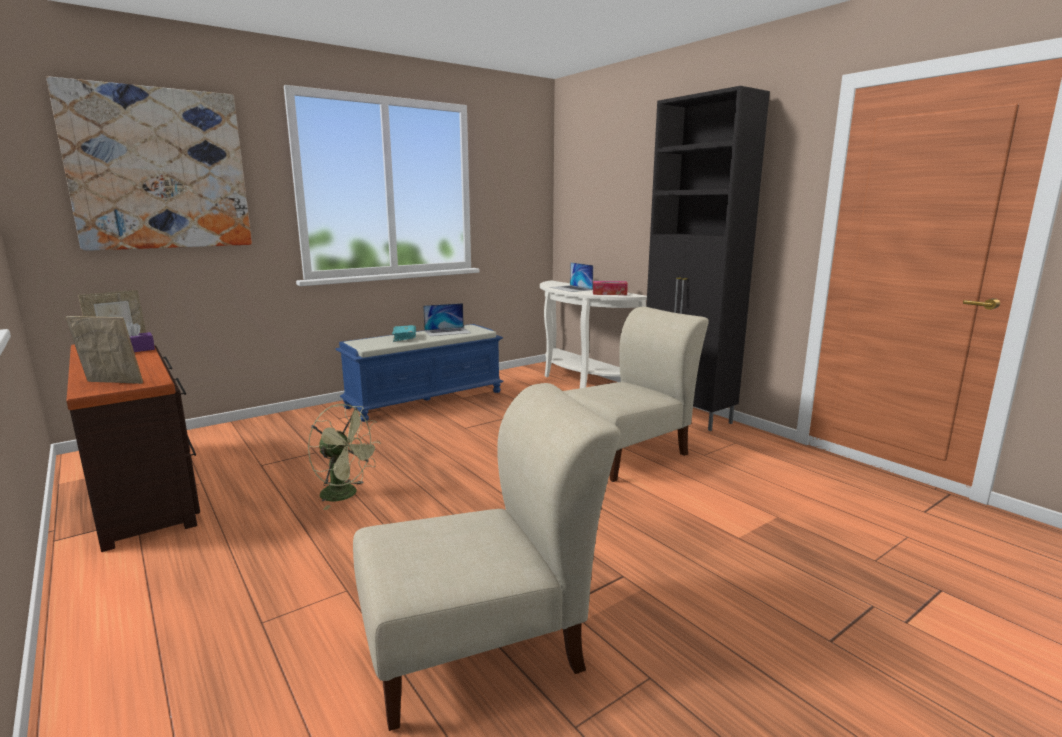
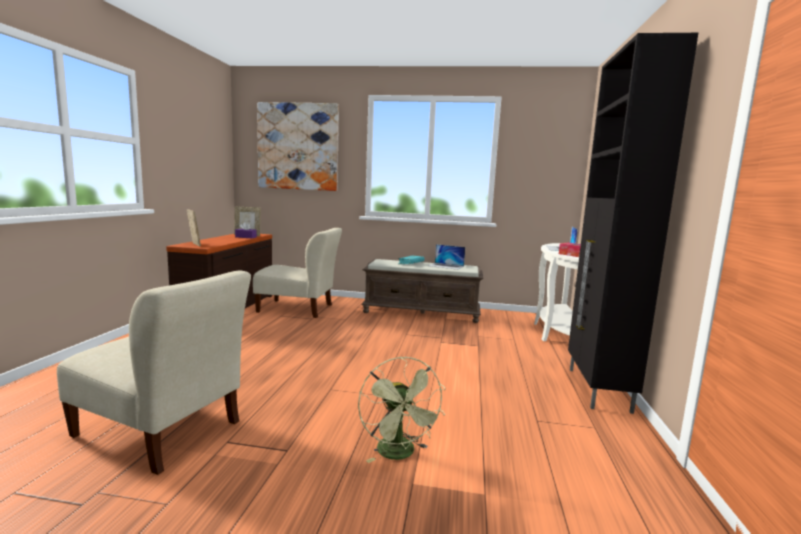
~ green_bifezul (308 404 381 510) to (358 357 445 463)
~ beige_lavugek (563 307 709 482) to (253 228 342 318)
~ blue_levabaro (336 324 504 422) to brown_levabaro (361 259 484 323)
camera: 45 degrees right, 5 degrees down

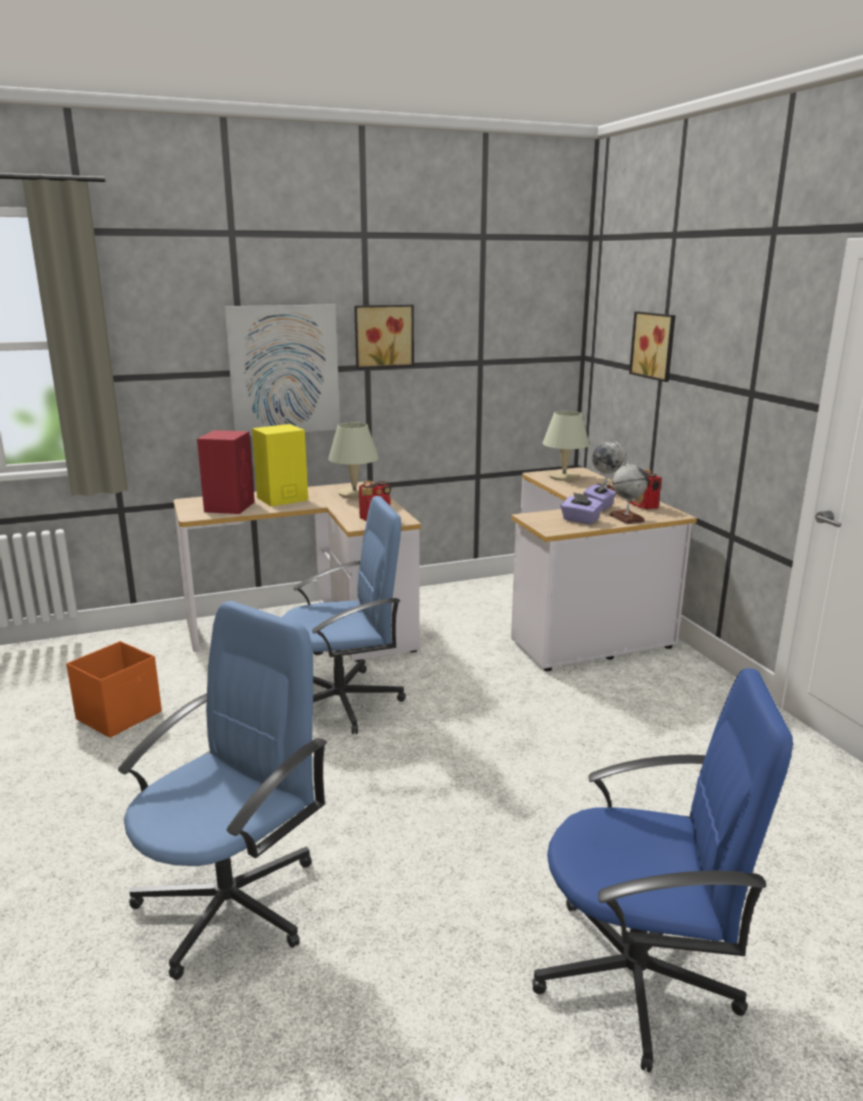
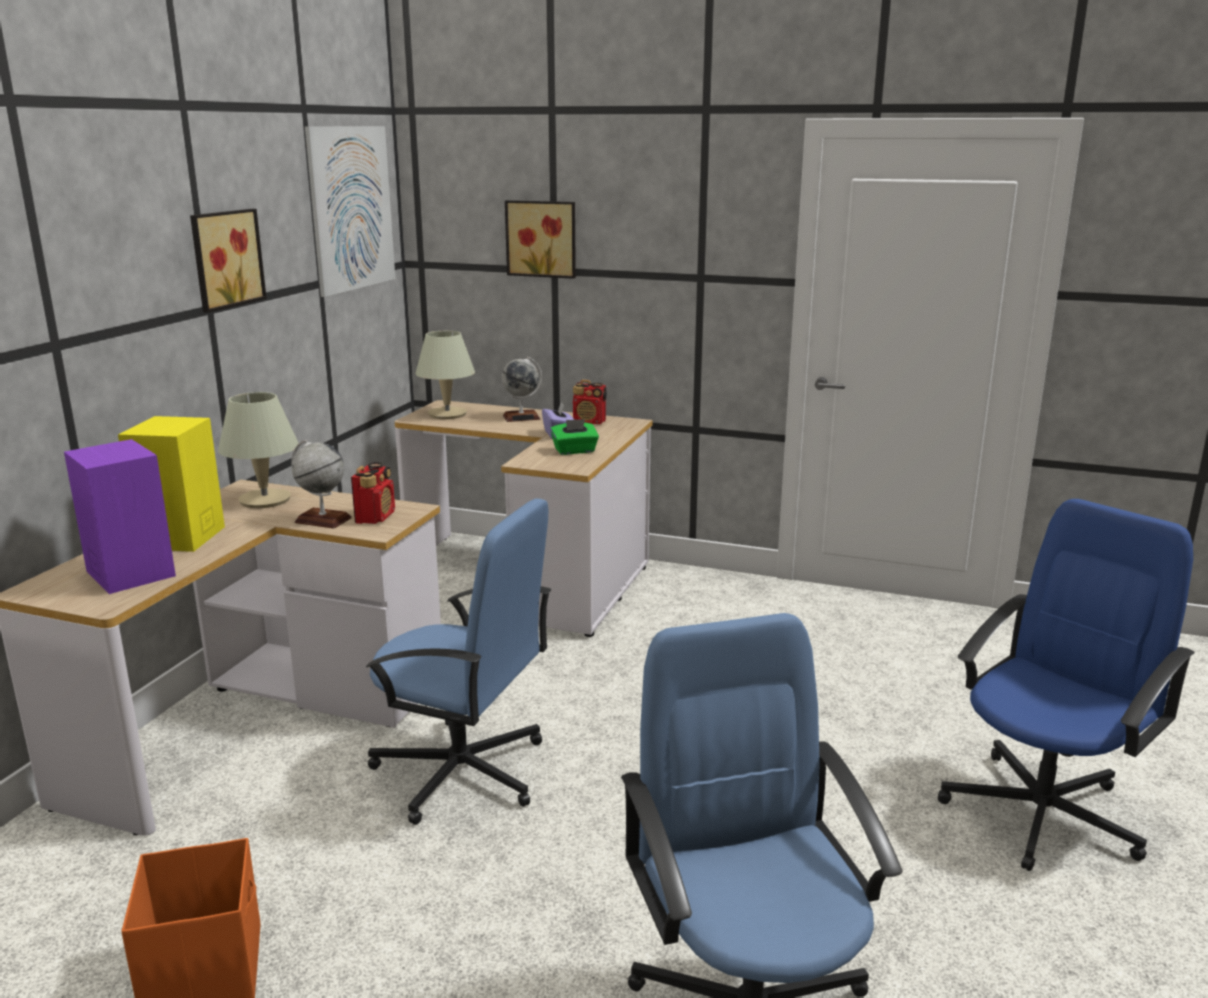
~ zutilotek (225 304 340 436) to (305 126 395 297)
~ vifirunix (609 461 648 524) to (291 439 352 529)
~ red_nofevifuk (197 430 255 514) to purple_nofevifuk (64 439 176 594)
~ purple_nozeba (560 492 603 524) to green_nozeba (550 419 599 455)
~ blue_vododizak (282 496 406 734) = (366 499 552 825) 90 degrees clockwise
camera: 50 degrees left, 0 degrees up

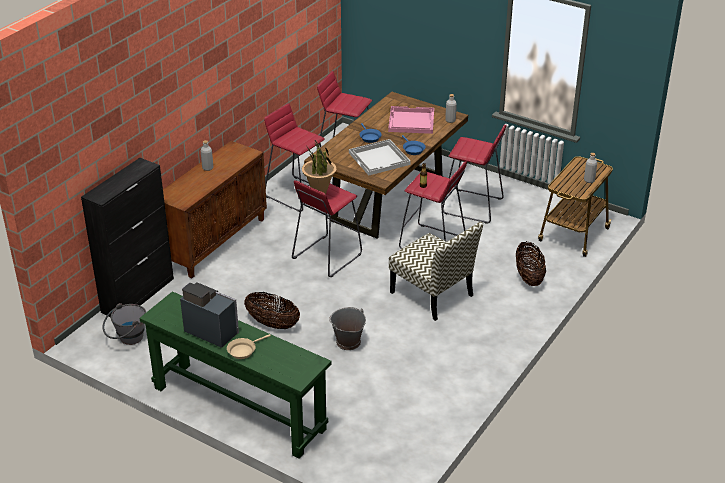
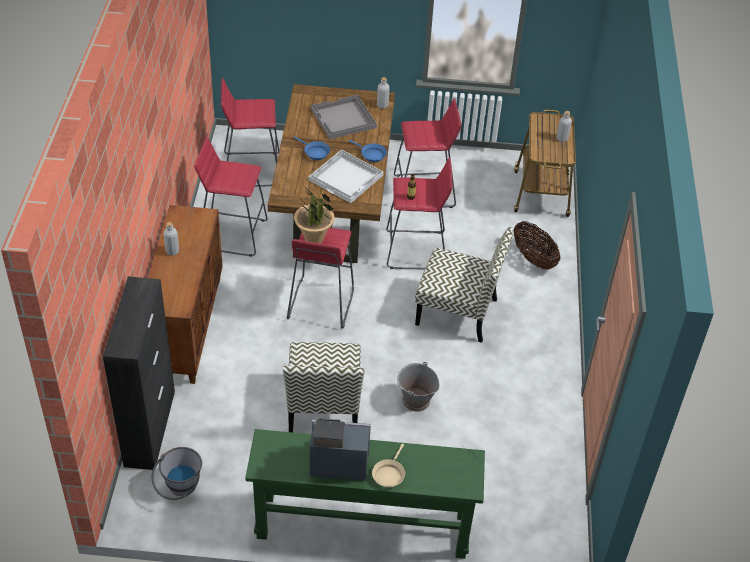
~ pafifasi (244 292 300 329) to lavugek (283 342 365 432)
~ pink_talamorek (388 106 434 134) to grey_talamorek (311 94 377 139)
camera: 30 degrees left, 10 degrees up

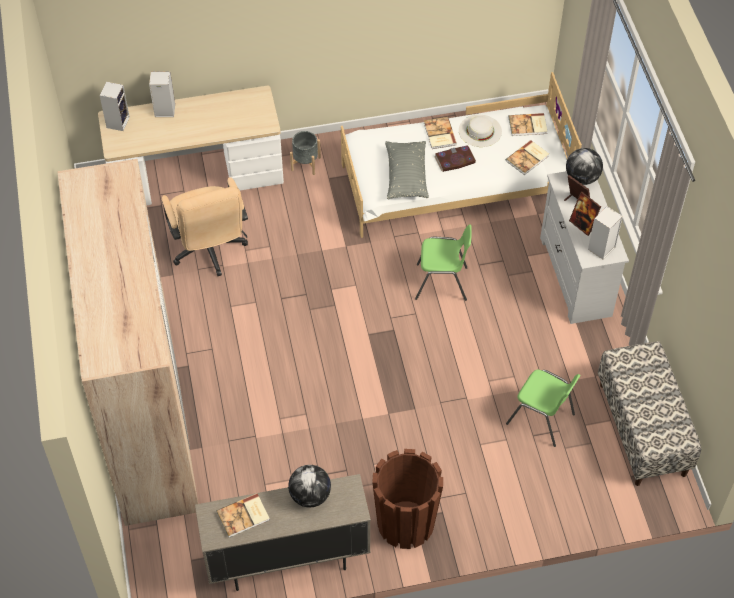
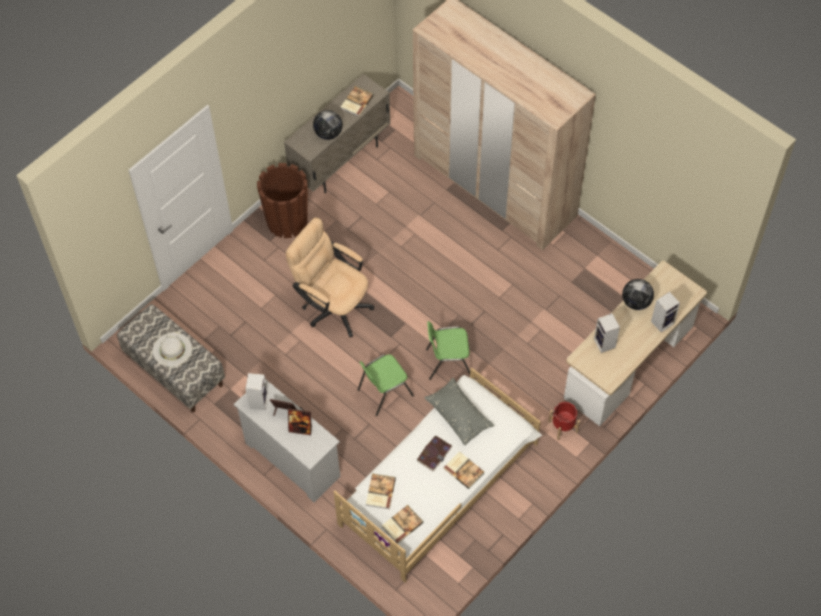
~ nofevifuk (100 82 130 131) to (594 313 620 353)
~ beige_vododizak (162 177 248 276) to (286 218 374 337)
~ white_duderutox (459 115 502 147) to (153 332 192 367)
~ green_lavugek (506 369 580 447) to (426 321 470 380)
~ vifirunix (566 148 603 185) to (622 279 654 310)
~ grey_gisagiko (290 131 321 175) to red_gisagiko (548 402 580 440)
camera: 145 degrees right, 5 degrees up

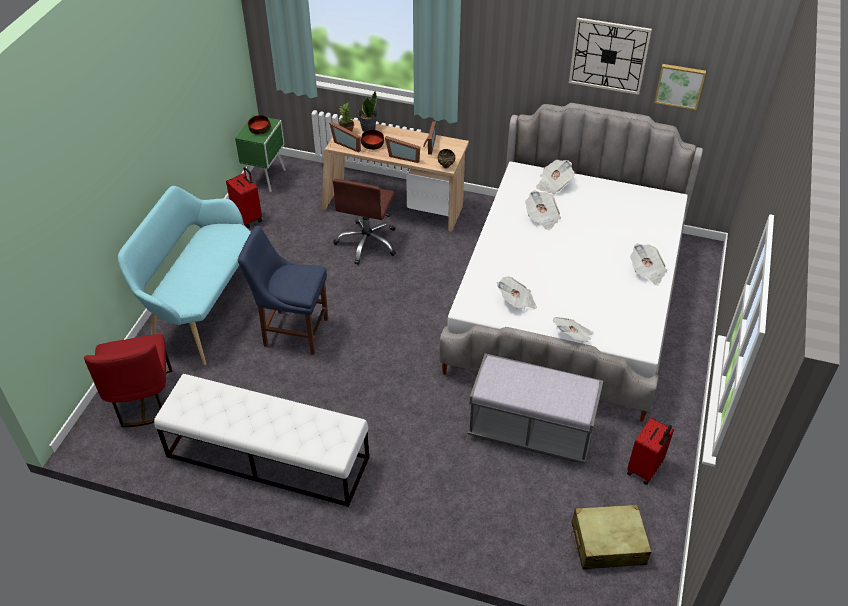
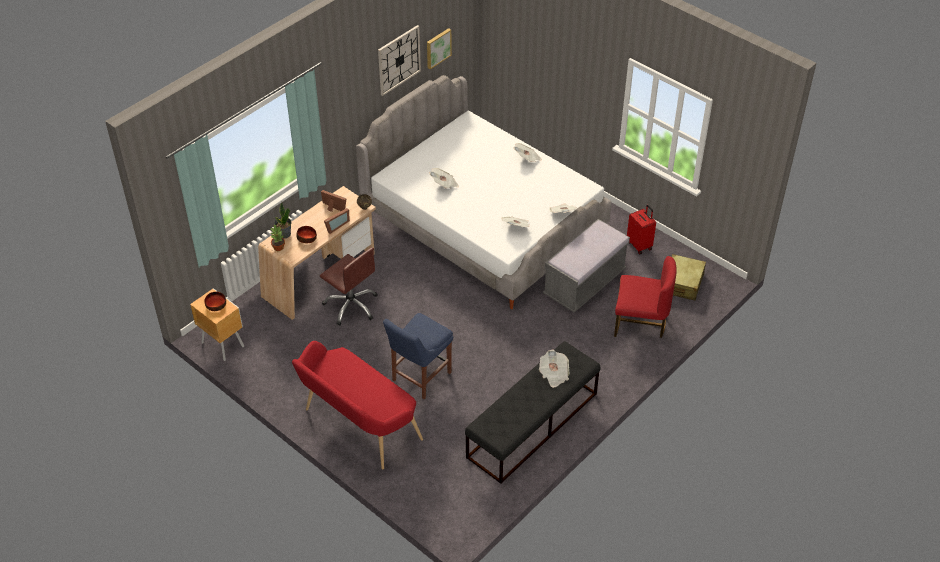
- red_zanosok (226 167 262 228)
- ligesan (329 121 361 153)
~ red_lavugek (84 334 172 427) to (614 256 676 338)
~ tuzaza (536 160 575 194) to (539 350 569 388)
~ turquoise_levabaro (118 186 251 365) to red_levabaro (292 341 423 470)
~ white_levabaro (154 374 369 507) to black_levabaro (465 341 601 484)
~ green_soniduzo (235 115 286 192) to brown_soniduzo (190 288 244 361)
camera: 65 degrees left, 0 degrees up

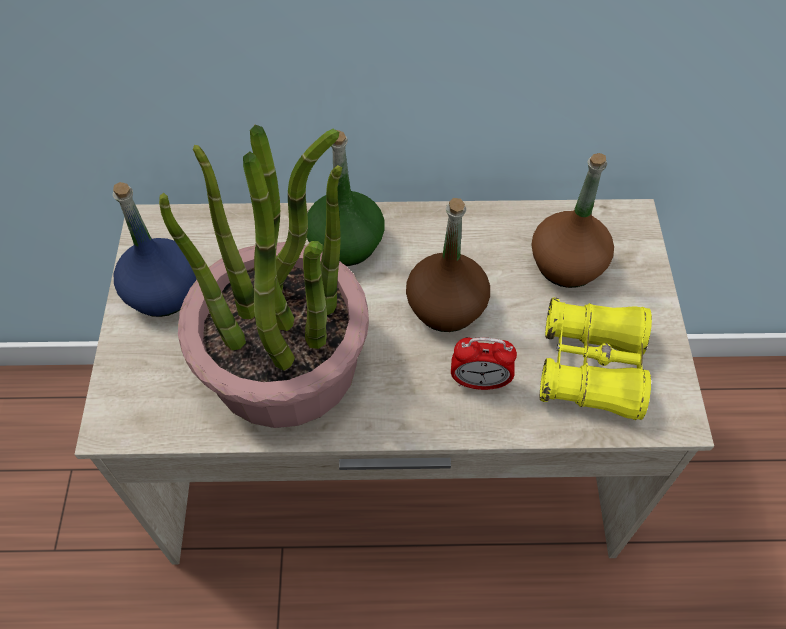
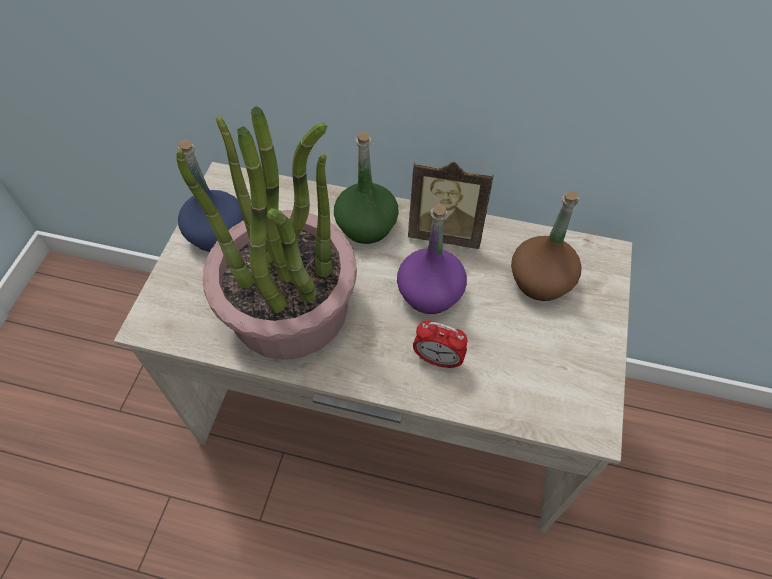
- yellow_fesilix (540 297 652 420)
+ ligesan (408 162 494 249)
~ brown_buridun (406 198 490 332) to purple_buridun (397 203 467 314)
camera: 15 degrees right, 0 degrees up

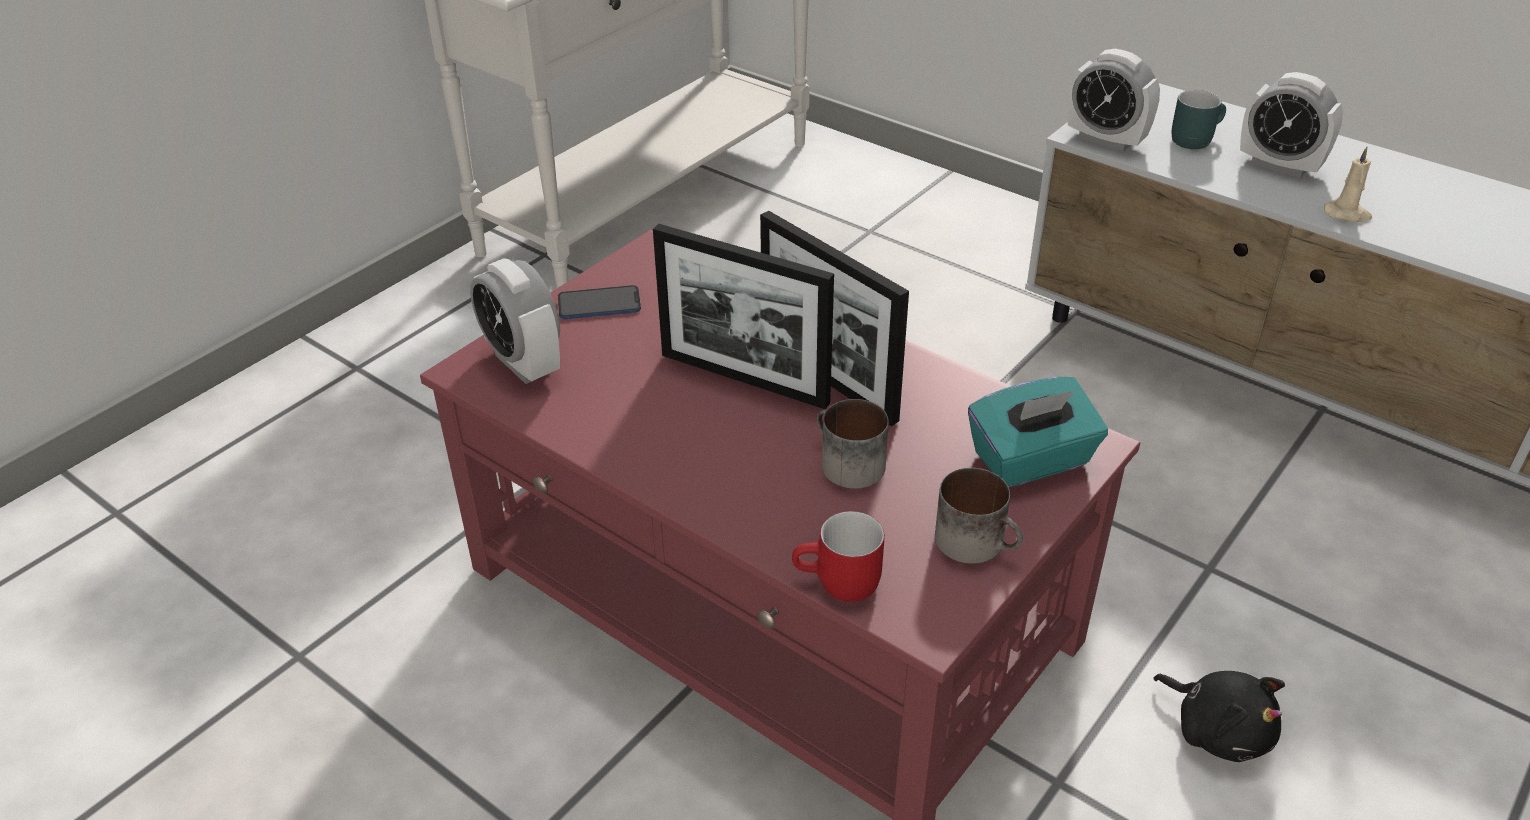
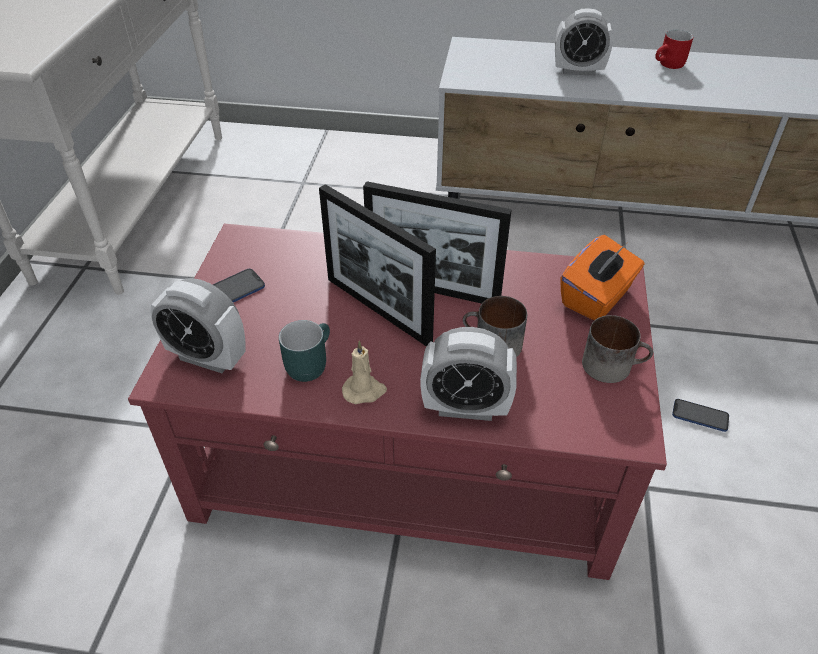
~ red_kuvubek (792 511 885 602) to (655 30 693 69)
~ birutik (1067 49 1160 152) to (420 327 517 421)
~ turquoise_kuvubek (1172 90 1226 149) to (279 320 330 382)
~ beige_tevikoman (1324 147 1372 222) to (342 340 387 404)
~ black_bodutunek (1153 671 1285 762) to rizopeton (672 399 729 432)
~ turquoise_nozeba (968 376 1108 487) to orange_nozeba (560 235 644 320)
~ ligesan (653 224 834 409) = (319 184 436 347) 45 degrees clockwise
camera: 30 degrees left, 5 degrees up

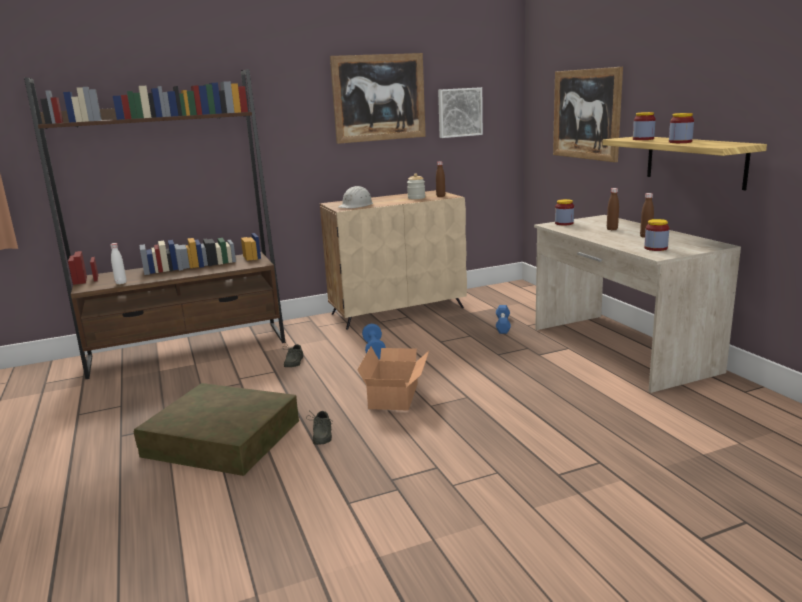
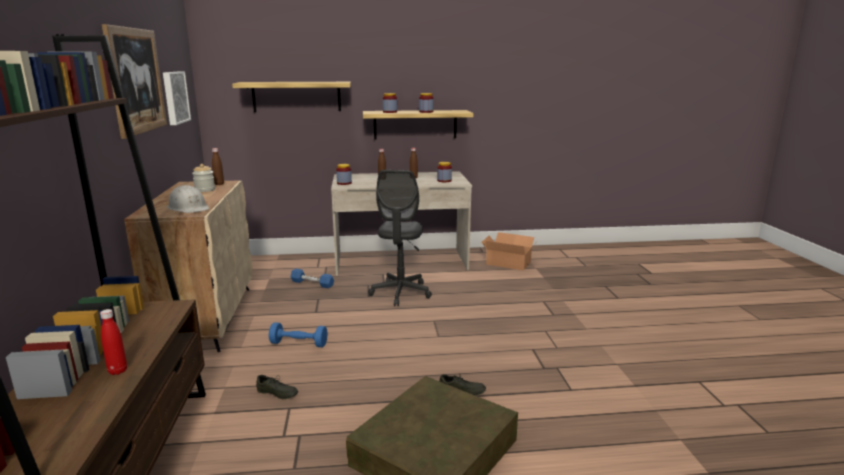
- white_buridun (110 243 127 284)
+ red_buridun (100 309 127 375)
+ grey_vododizak (368 170 432 306)
~ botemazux (357 346 429 411) to (481 232 534 271)
~ zutilotek (553 67 623 162) to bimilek (232 82 351 112)
camera: 75 degrees left, 0 degrees up

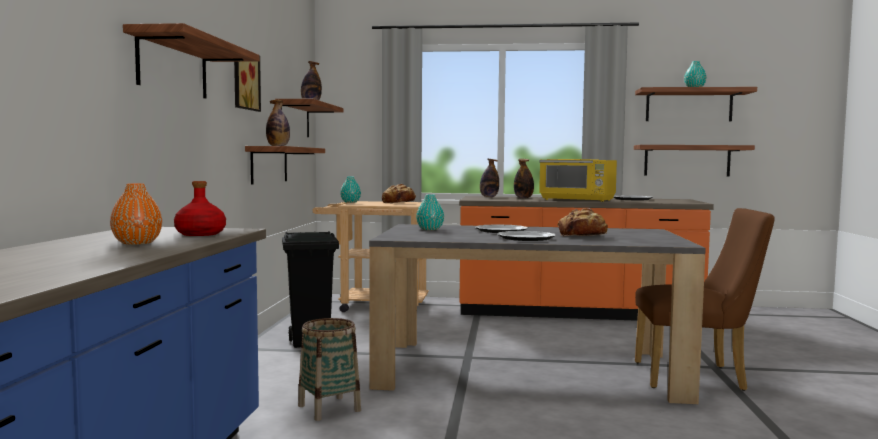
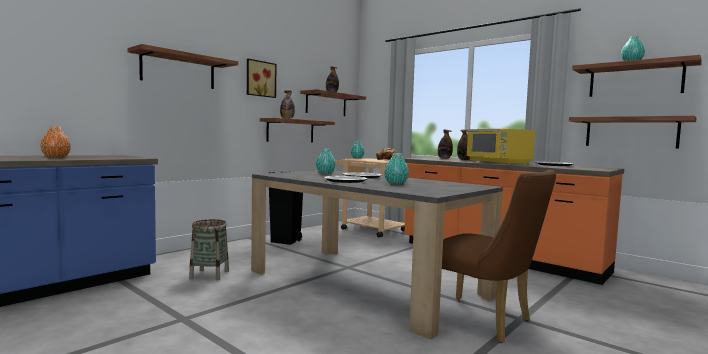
- red_buridun (174 181 226 236)
~ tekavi (558 208 608 237) to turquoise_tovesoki (384 153 409 184)
camera: 35 degrees right, 0 degrees up

